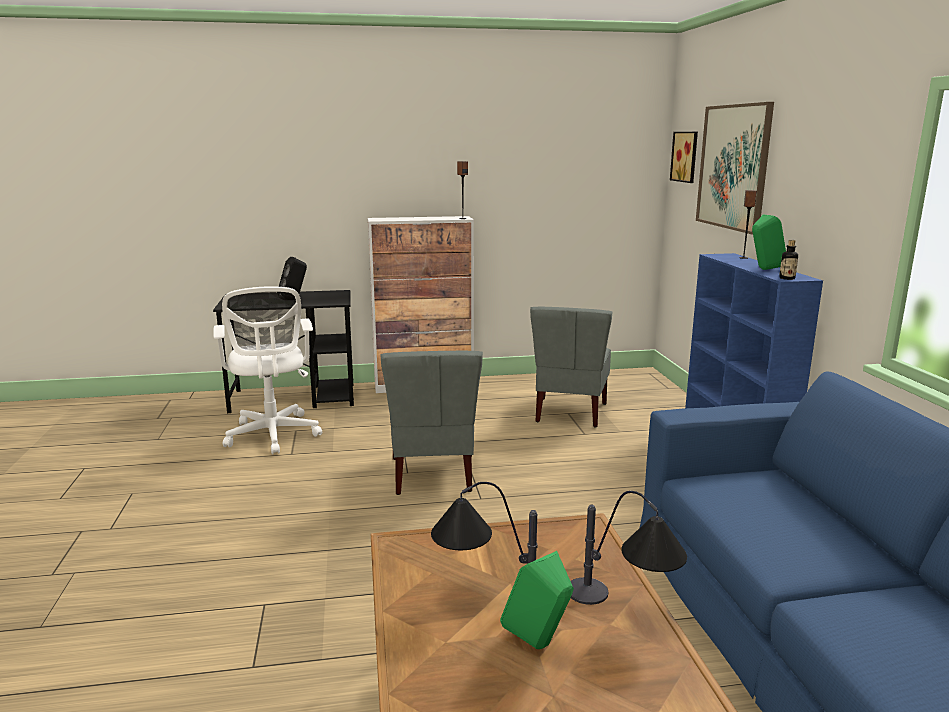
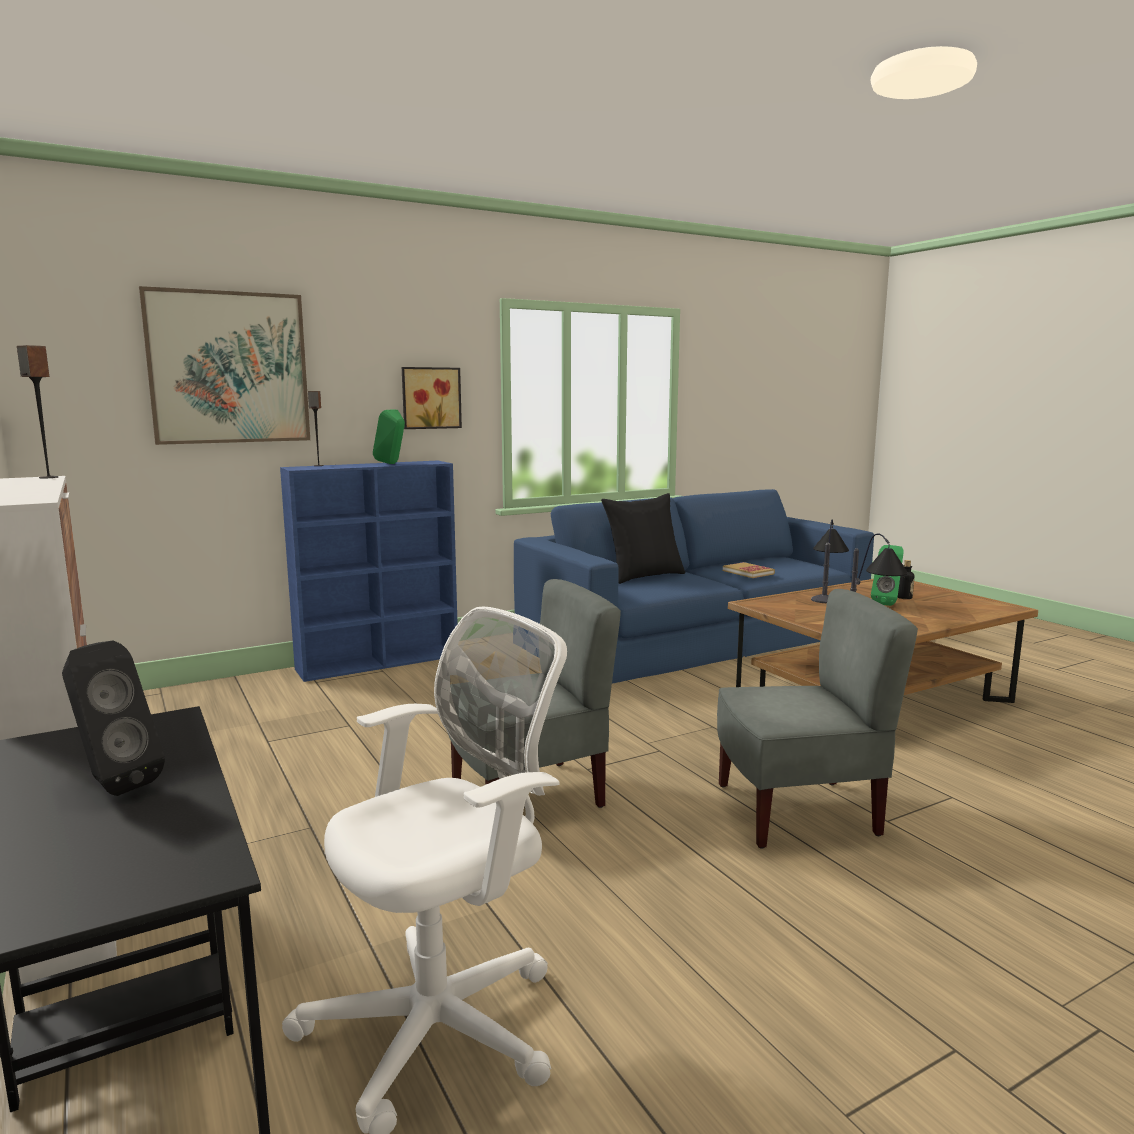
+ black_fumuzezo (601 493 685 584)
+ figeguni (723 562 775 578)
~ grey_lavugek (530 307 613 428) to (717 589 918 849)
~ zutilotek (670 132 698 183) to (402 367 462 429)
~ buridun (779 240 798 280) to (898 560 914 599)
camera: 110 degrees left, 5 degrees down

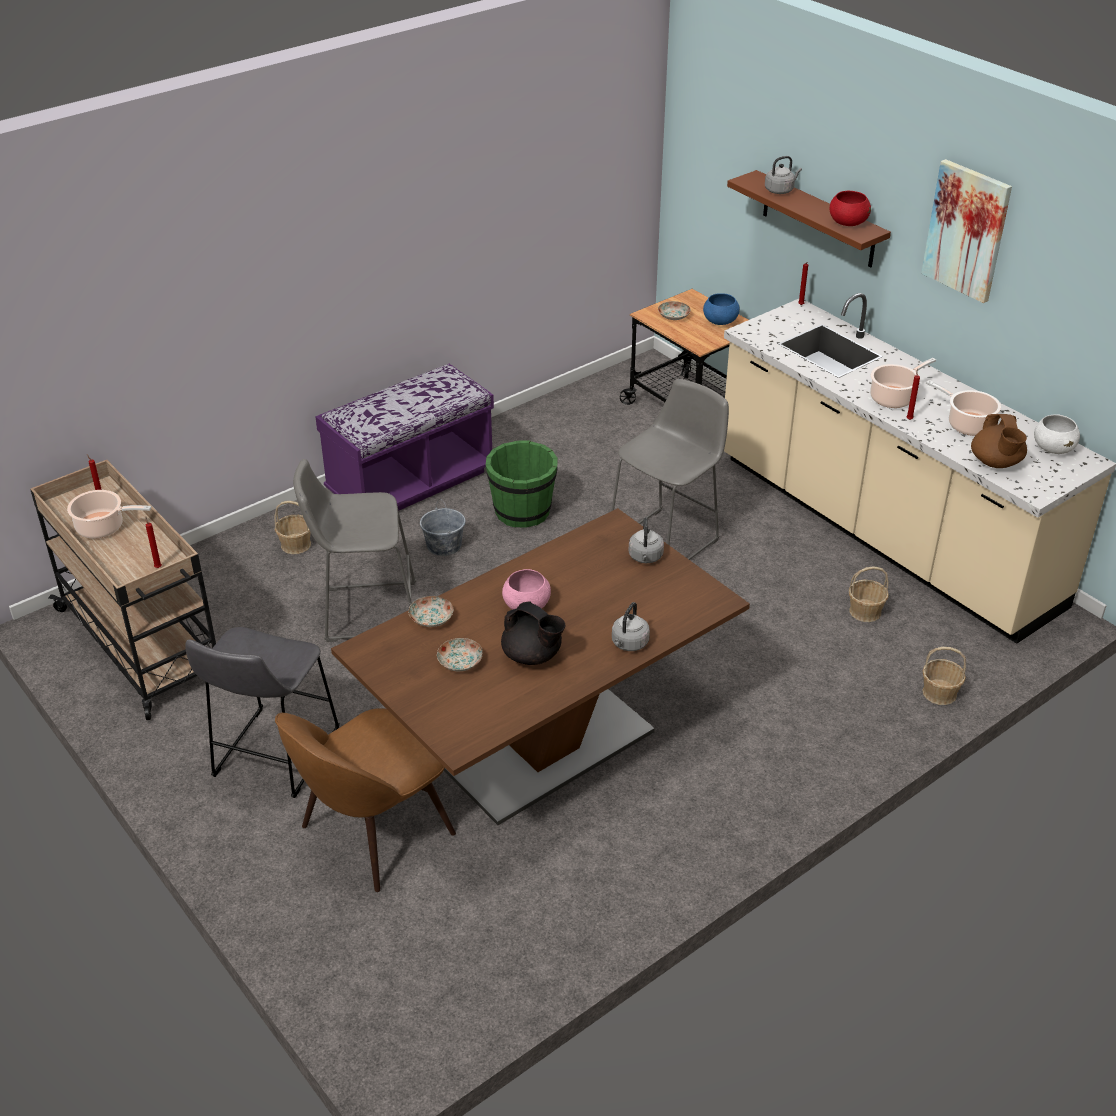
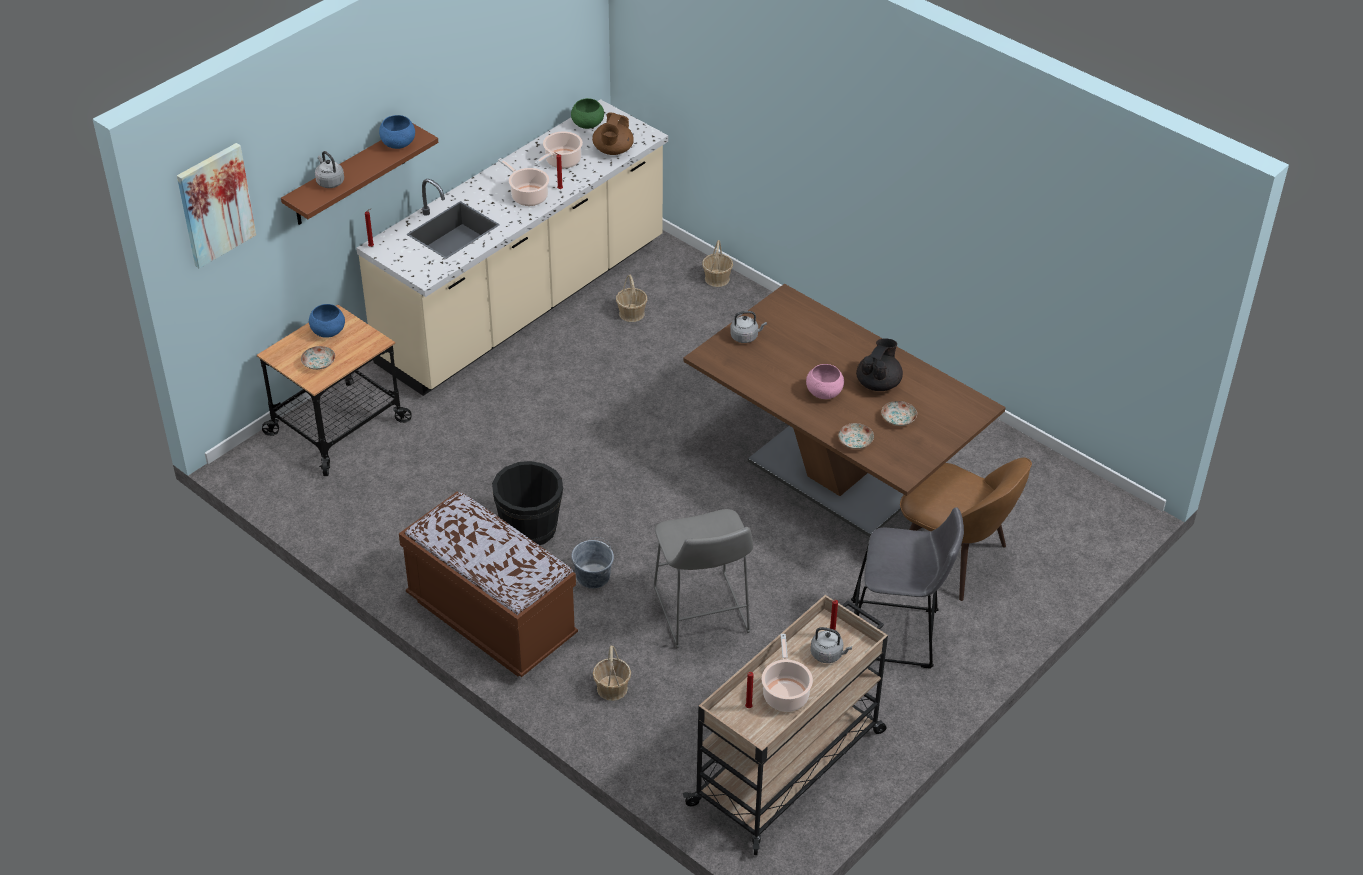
- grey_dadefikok (611 379 729 560)
~ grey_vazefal (612 602 650 651) to (811 627 852 663)
~ zutilotek (921 159 1012 303) to (177 143 256 268)
~ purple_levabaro (315 364 494 511) to brown_levabaro (399 492 578 677)
~ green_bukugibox (486 440 558 528) to black_bukugibox (492 461 563 545)
~ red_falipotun (829 191 871 226) to blue_falipotun (379 115 415 149)
~ white_falipotun (1034 414 1080 454) to green_falipotun (571 98 604 129)
~ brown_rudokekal (971 414 1027 468) = (592 113 634 155) 120 degrees clockwise
camera: 100 degrees left, 5 degrees up

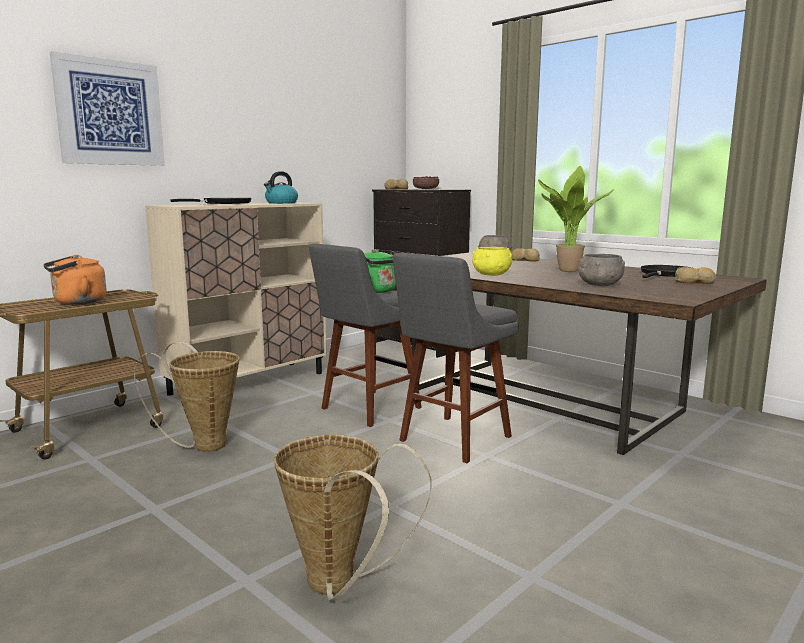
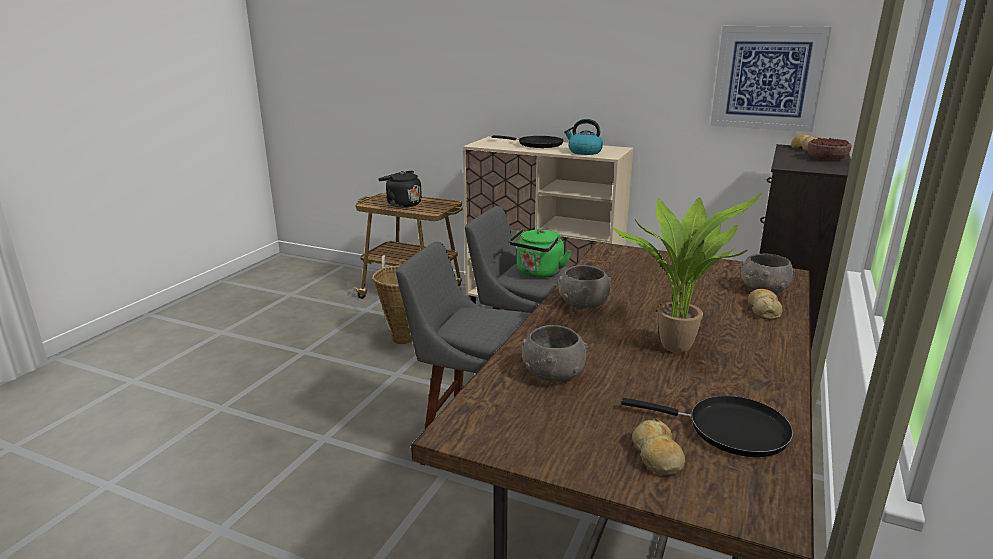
- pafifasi (274 435 431 601)
~ zutilotek (50 51 165 166) to (710 26 831 132)
~ orange_vazefal (43 255 107 304) to black_vazefal (378 170 422 208)
~ yellow_falipotun (472 247 512 276) to grey_falipotun (558 265 612 309)
camera: 70 degrees right, 10 degrees up

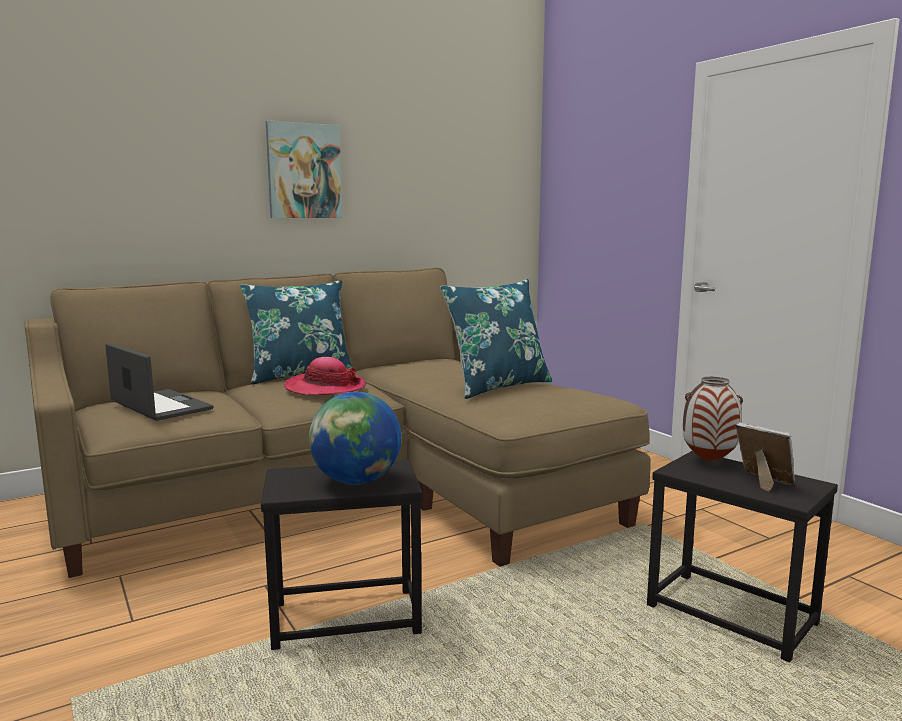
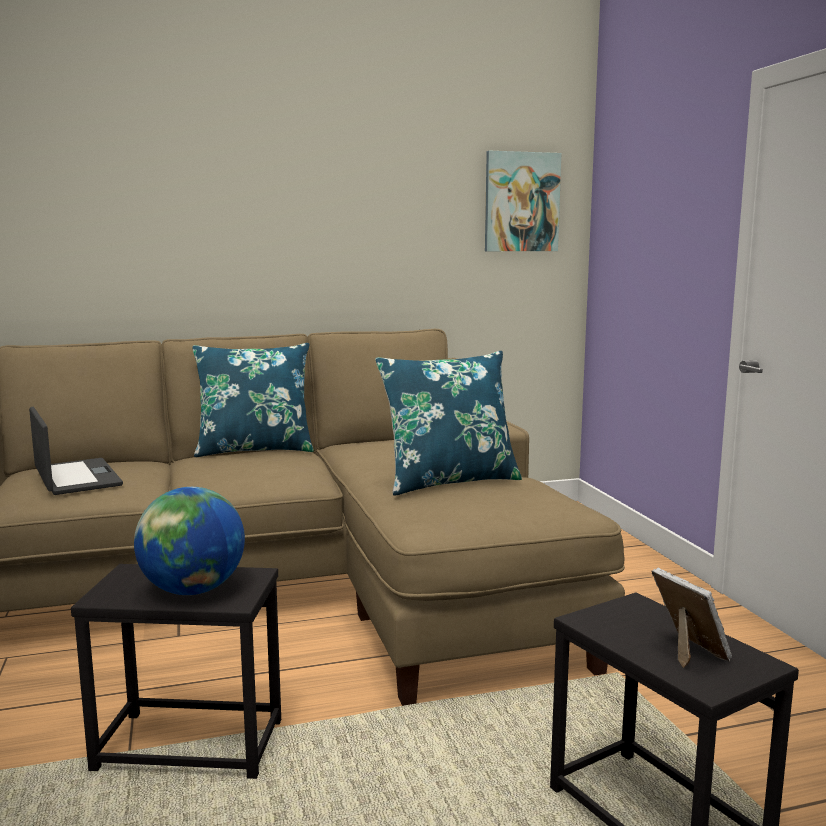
- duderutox (284 357 366 395)
- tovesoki (683 377 743 462)
~ zutilotek (266 120 342 218) to (485 151 561 251)
camera: 15 degrees right, 0 degrees up

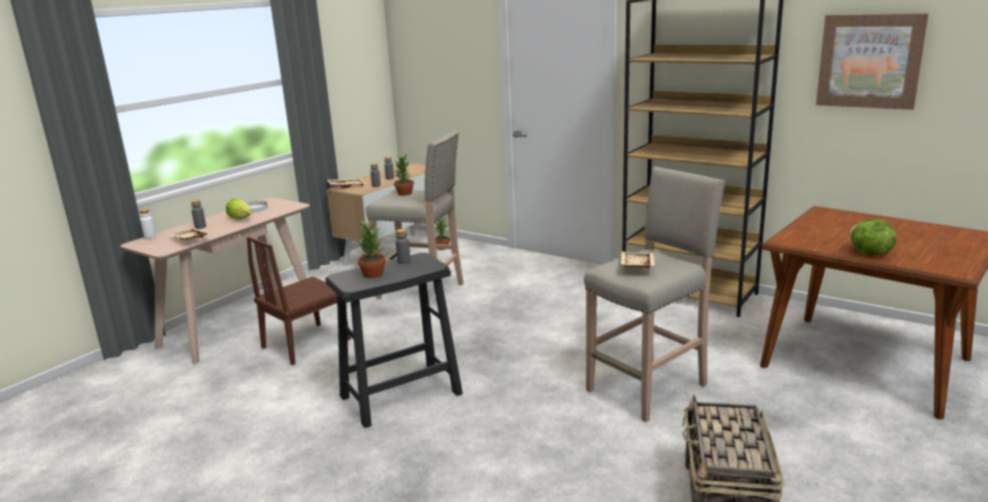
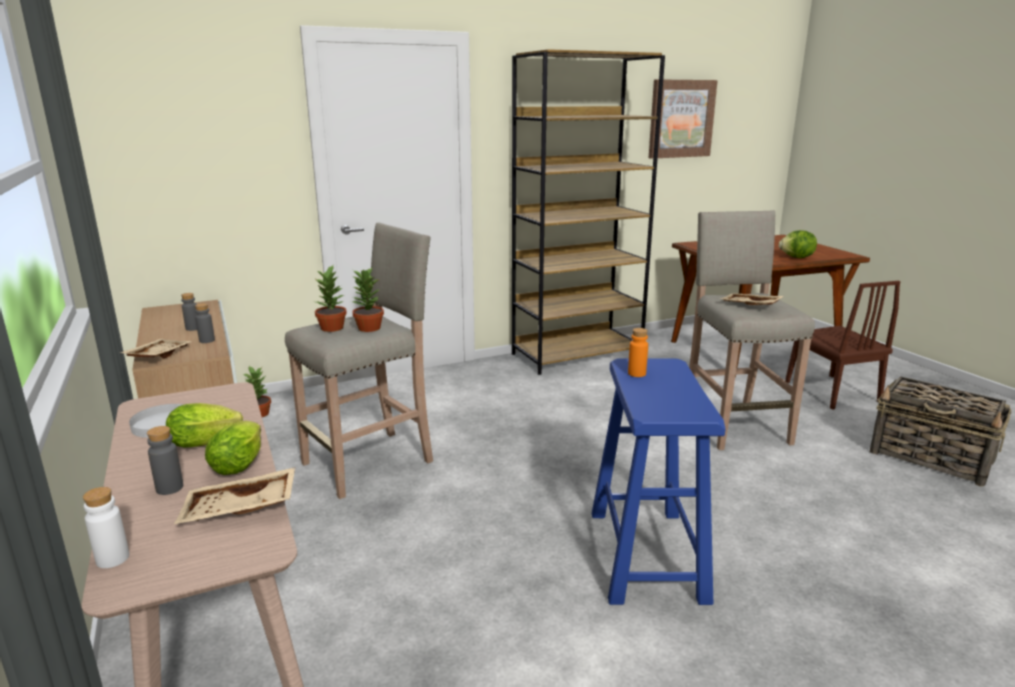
+ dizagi (205 421 261 475)
~ brown_lavugek (246 236 351 365) to (785 281 901 410)
~ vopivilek (357 220 386 278) to (351 268 384 332)
~ black_dadefikok (325 253 463 428) to blue_dadefikok (592 359 726 605)
~ grey_buridun (396 229 411 264) to orange_buridun (628 328 648 377)
camera: 60 degrees left, 0 degrees up

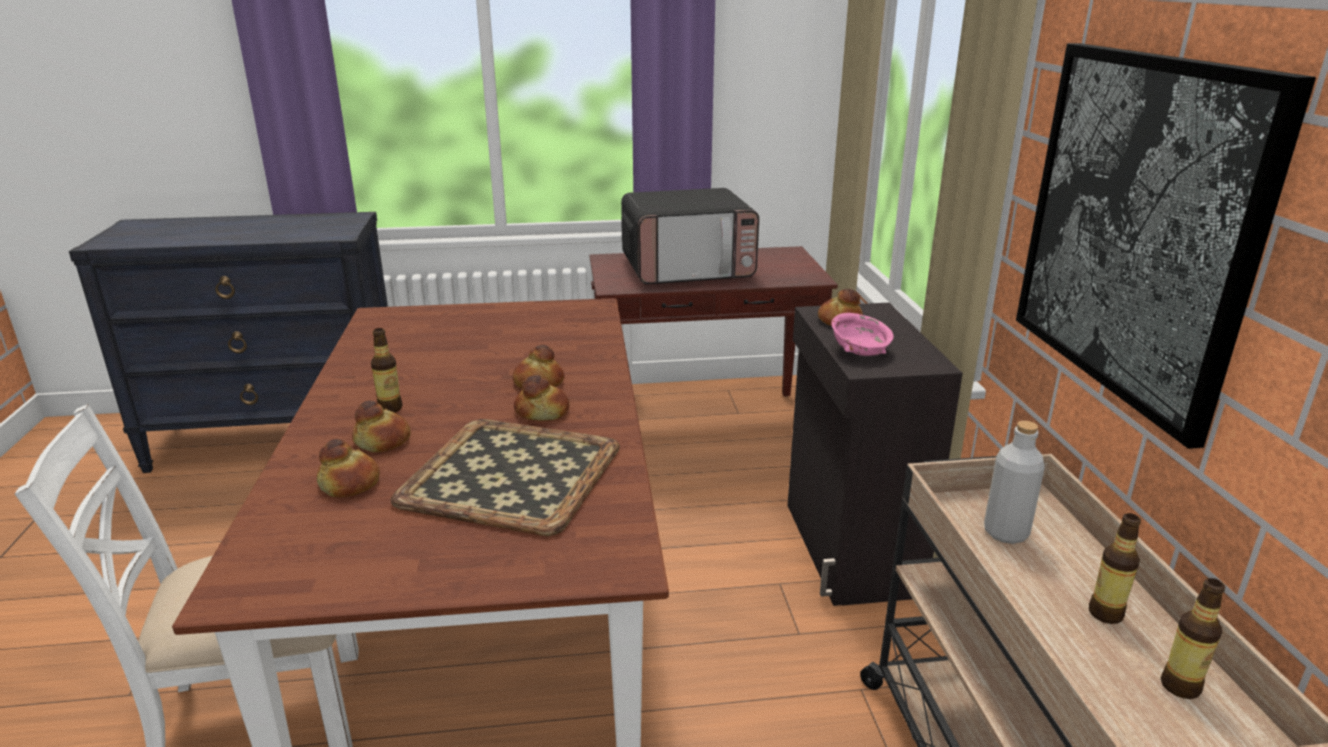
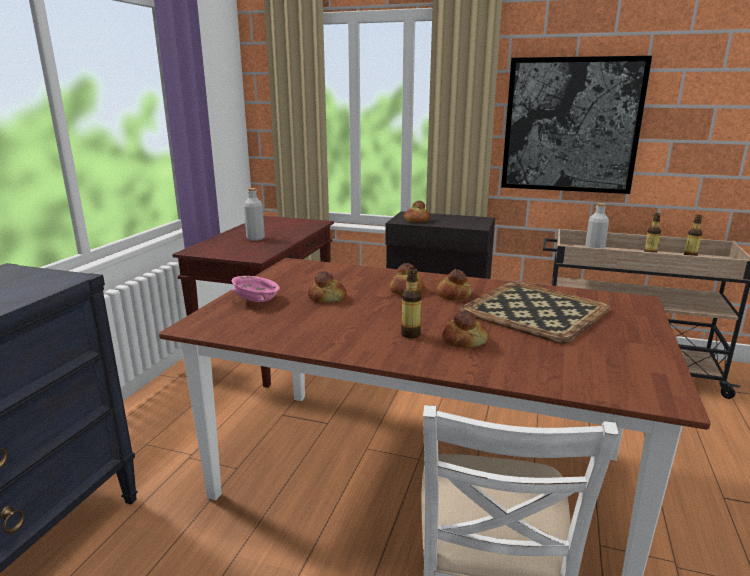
~ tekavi (317 439 380 497) to (308 271 346 302)
~ pink_falipotun (831 313 894 356) to (232 276 280 302)
~ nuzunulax (621 188 759 284) to grey_buridun (244 188 265 241)
camera: 65 degrees left, 5 degrees down

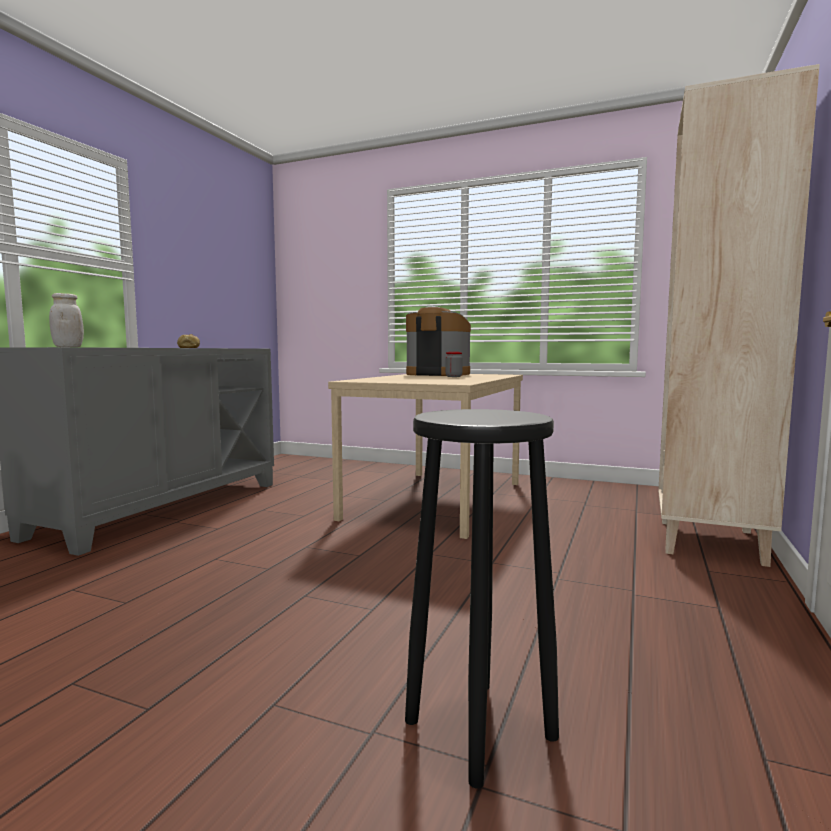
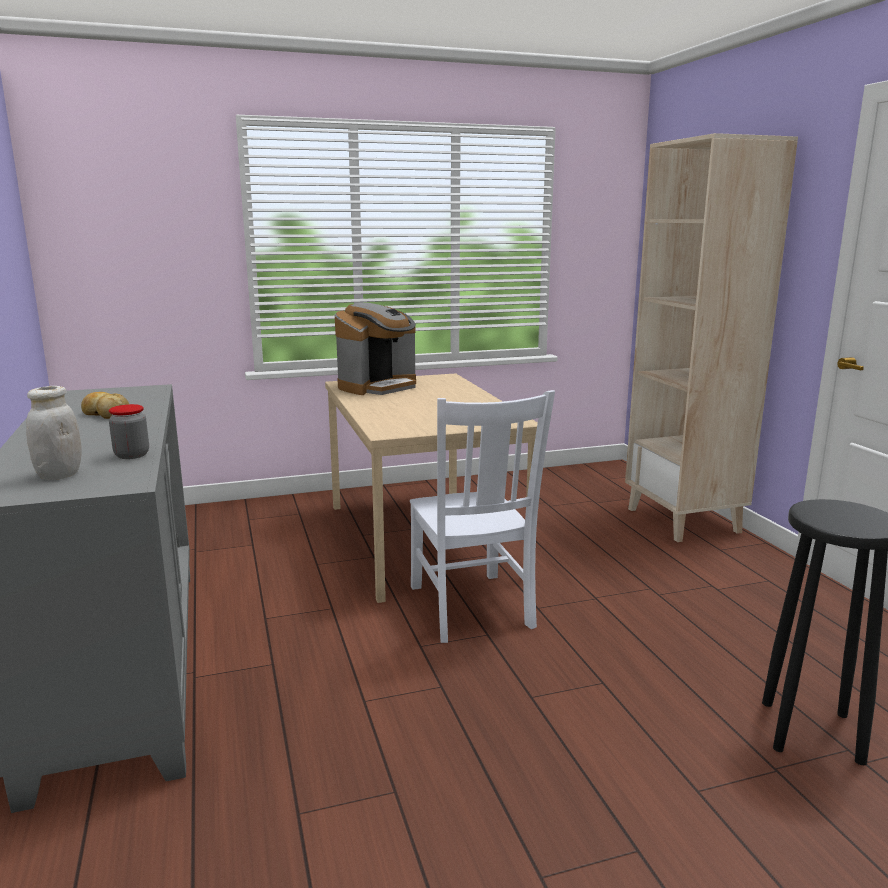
+ white_lavugek (410 390 555 643)
~ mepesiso (445 352 463 377) to (109 404 149 459)
~ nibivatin (406 306 471 376) = (335 302 416 395) 150 degrees clockwise
camera: 40 degrees left, 10 degrees up

